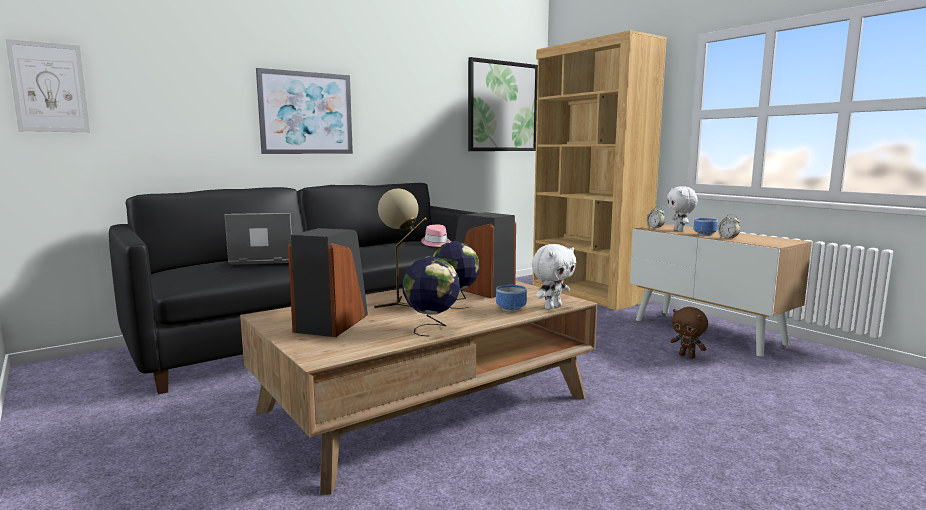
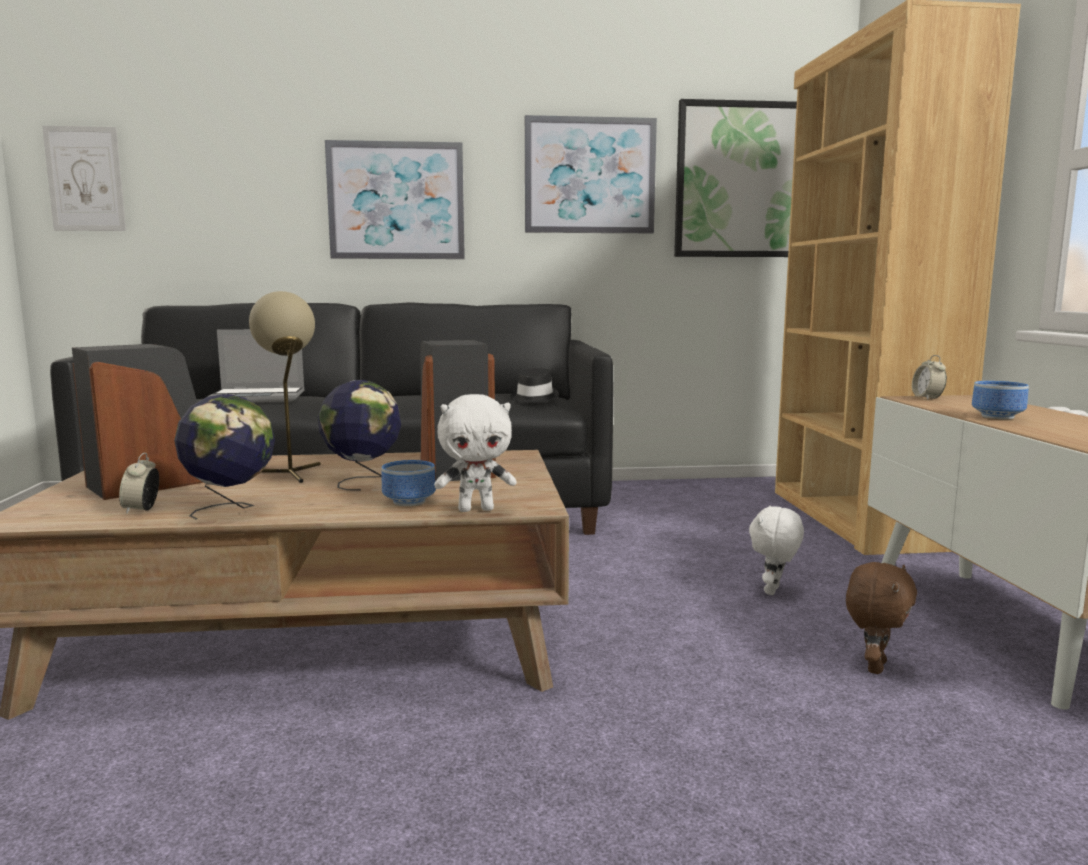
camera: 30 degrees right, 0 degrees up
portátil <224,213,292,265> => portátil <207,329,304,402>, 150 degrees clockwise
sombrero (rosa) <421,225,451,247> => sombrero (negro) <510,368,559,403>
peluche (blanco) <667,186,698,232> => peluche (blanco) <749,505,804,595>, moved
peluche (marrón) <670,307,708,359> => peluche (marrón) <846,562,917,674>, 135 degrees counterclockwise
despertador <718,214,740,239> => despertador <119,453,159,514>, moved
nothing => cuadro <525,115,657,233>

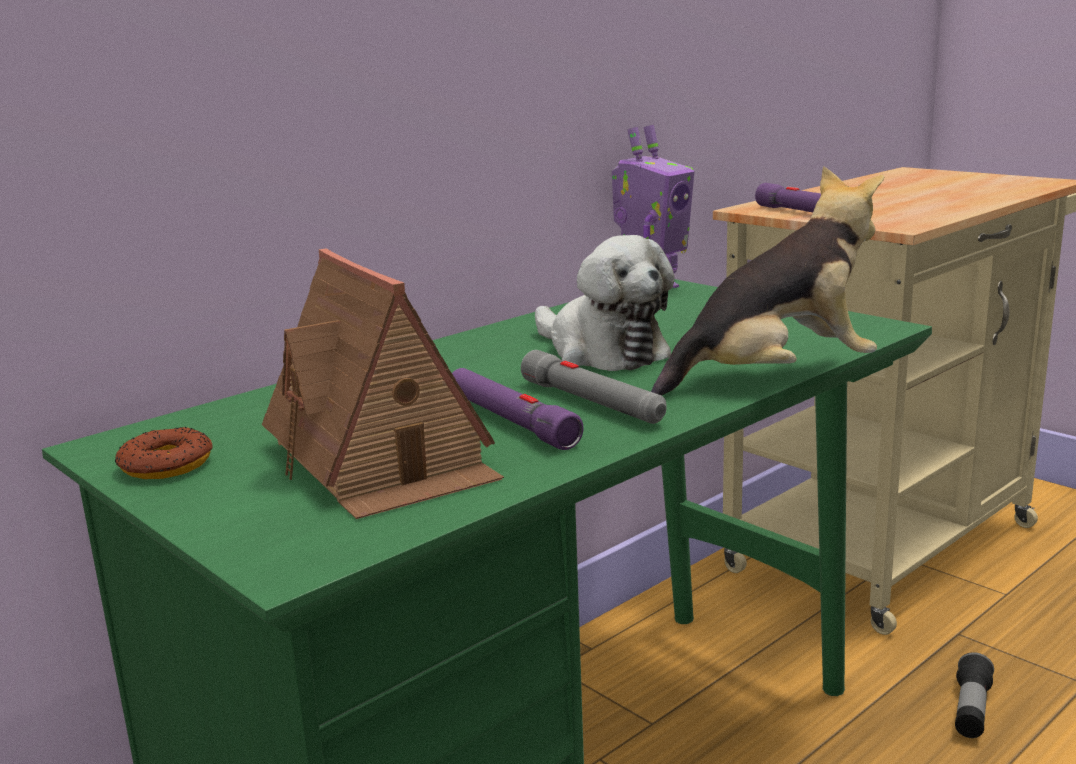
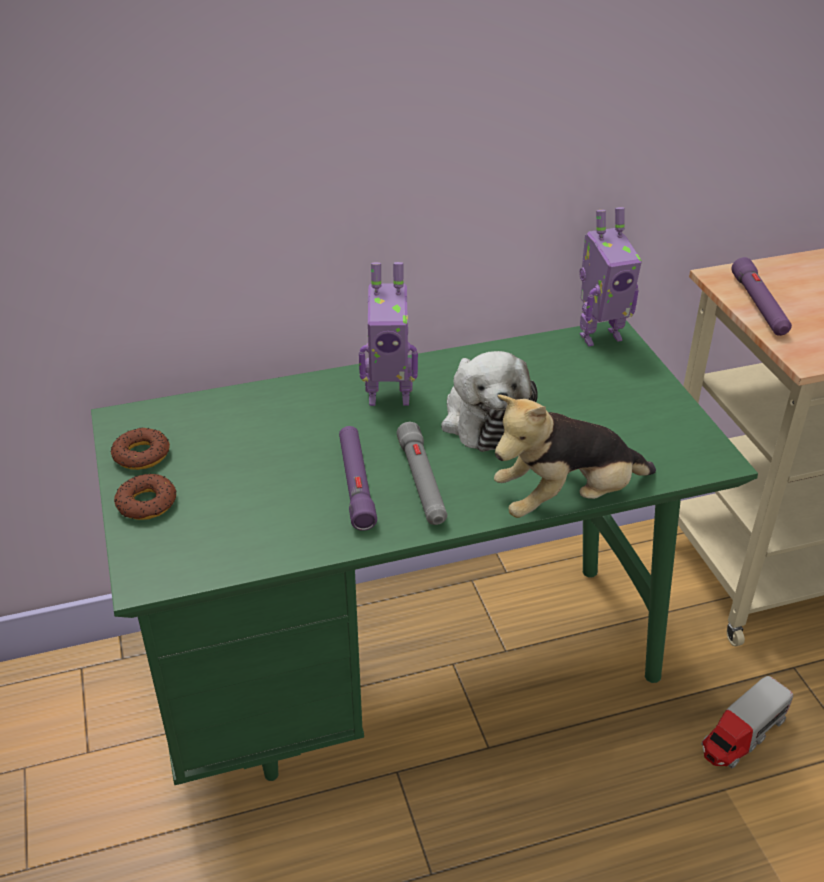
camera: 25 degrees right, 20 degrees up
casita <262,248,504,519> => nothing
peluche <651,166,884,396> => peluche <494,395,656,518>, 150 degrees clockwise
linterna <955,652,994,738> => camión de juguete <701,676,793,769>
nothing => rosquilla <114,473,176,520>
nothing => robot de juguete <359,262,418,406>

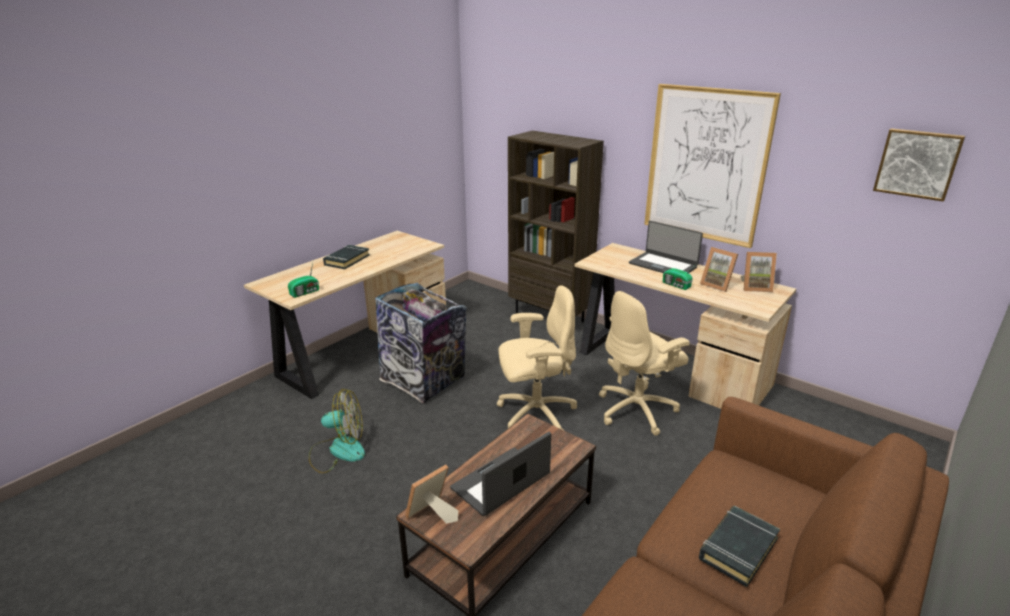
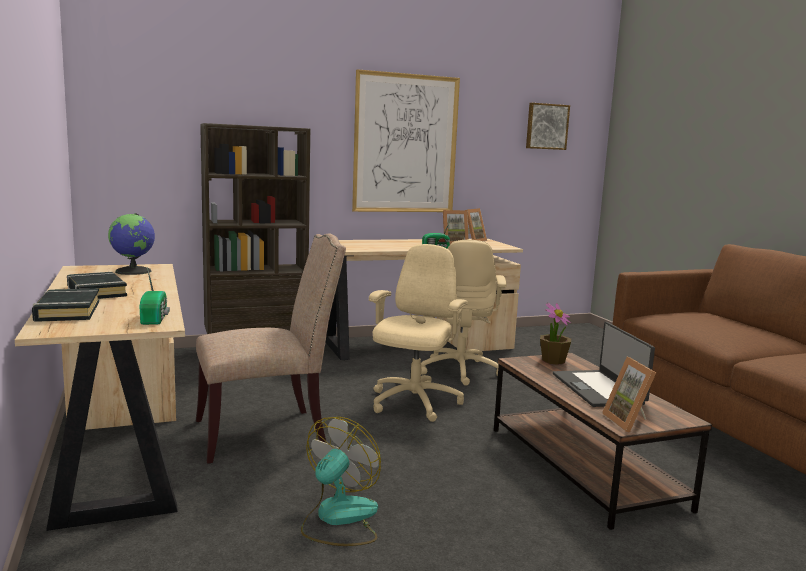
camera: 60 degrees left, 15 degrees down
papelera <375,283,468,403> => silla (beis) <196,234,346,463>
portátil <629,221,703,273> => nothing
libro (negro) <699,506,780,587> => libro (negro) <32,288,100,322>, moved
nothing => globo terráqueo <108,213,155,275>
nothing => planta en maceta <540,303,571,365>

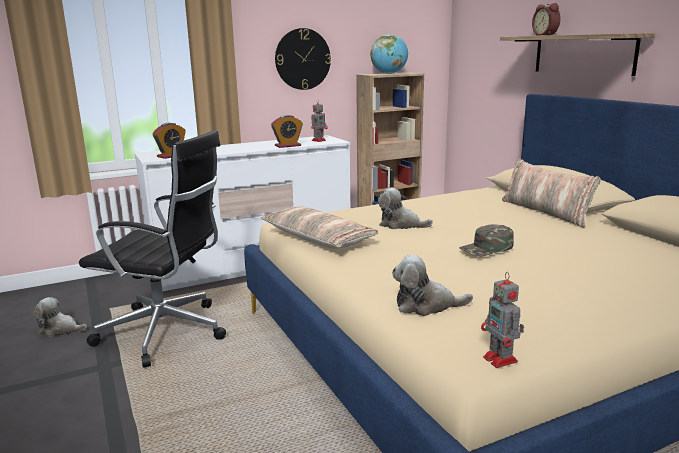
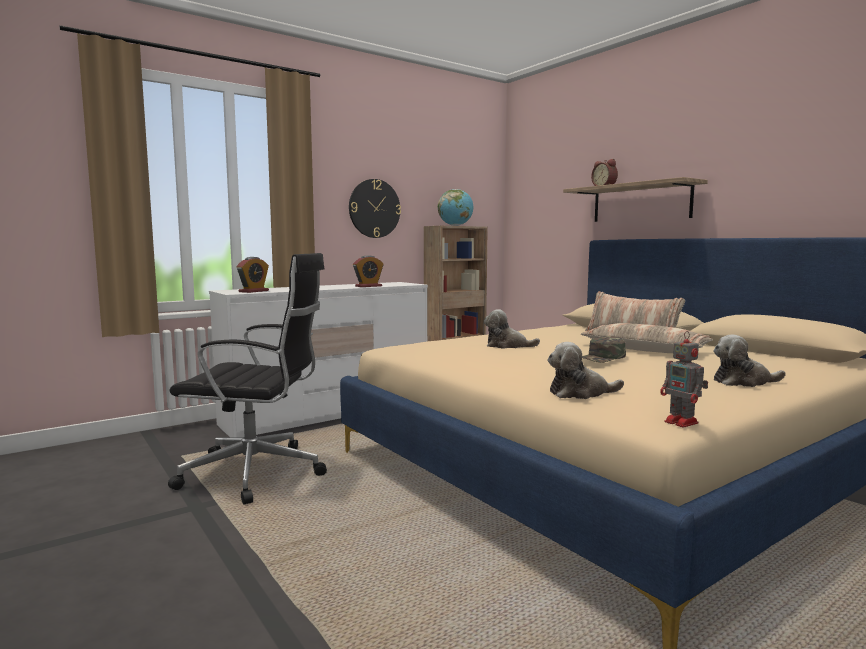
camera: 10 degrees left, 10 degrees down
peluche <33,297,87,337> => peluche <713,335,785,387>, moved
cojín <261,207,378,249> => cojín <581,323,713,353>, moved
robot de juguete <311,99,328,142> => nothing

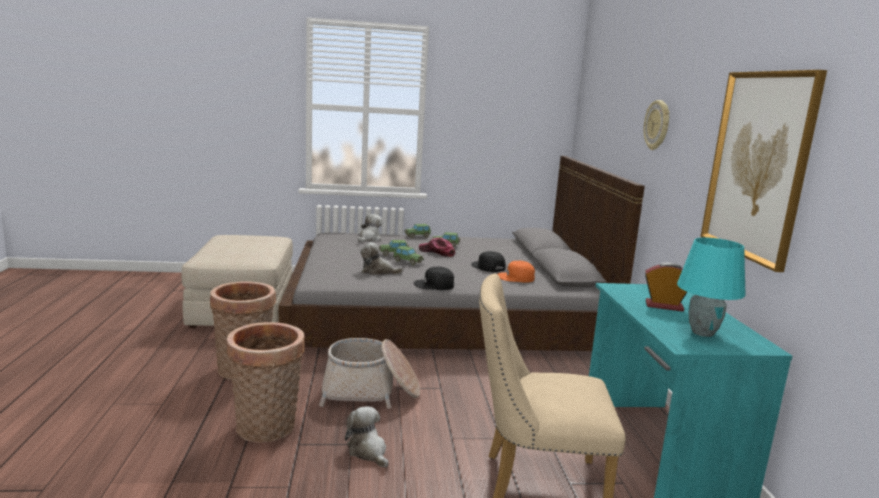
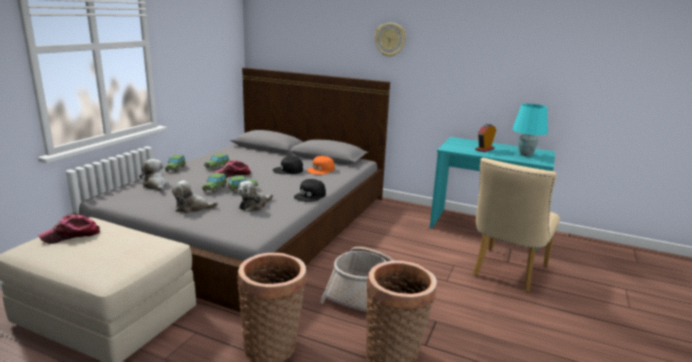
camera: 60 degrees left, 5 degrees up
peluche <345,406,388,468> => peluche <172,180,218,213>, moved
cuadro <700,70,827,272> => nothing
nothing => gorra <39,215,100,244>

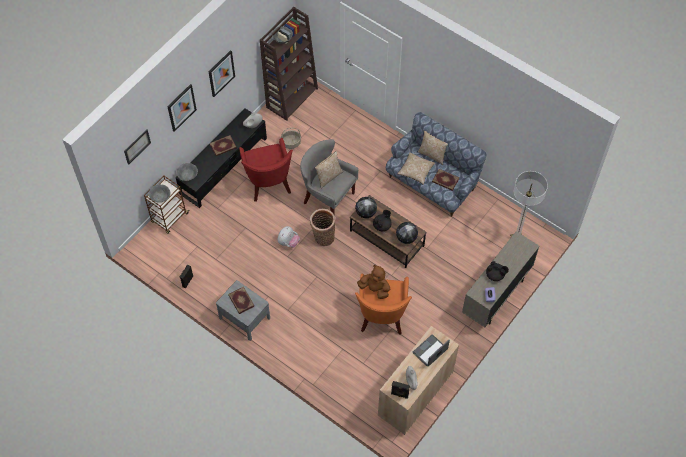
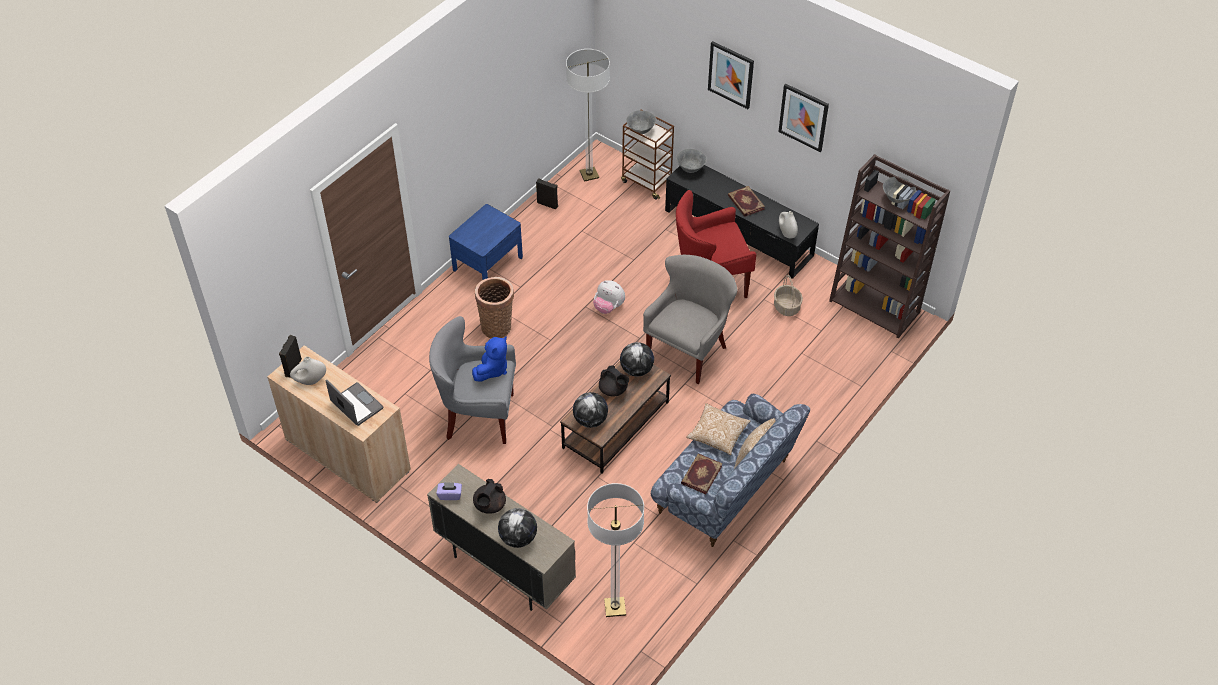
camera: 90 degrees right, 10 degrees down
cuadro <124,129,151,165> => nothing
mesita de noche (gris) <216,280,270,341> => mesita de noche (azul) <449,204,523,280>
libro <228,287,255,314> => nothing
cesta <310,209,336,246> => cesta <475,277,514,338>, moved
cojín <314,151,343,189> => nothing
sillón (naranja) <355,274,412,335> => sillón (gris) <429,316,516,444>
peluche (marrón) <357,265,390,299> => peluche (azul) <472,336,507,382>
nothing => globo terráqueo <498,508,537,548>
nothing => lámpara de pie <566,49,610,182>

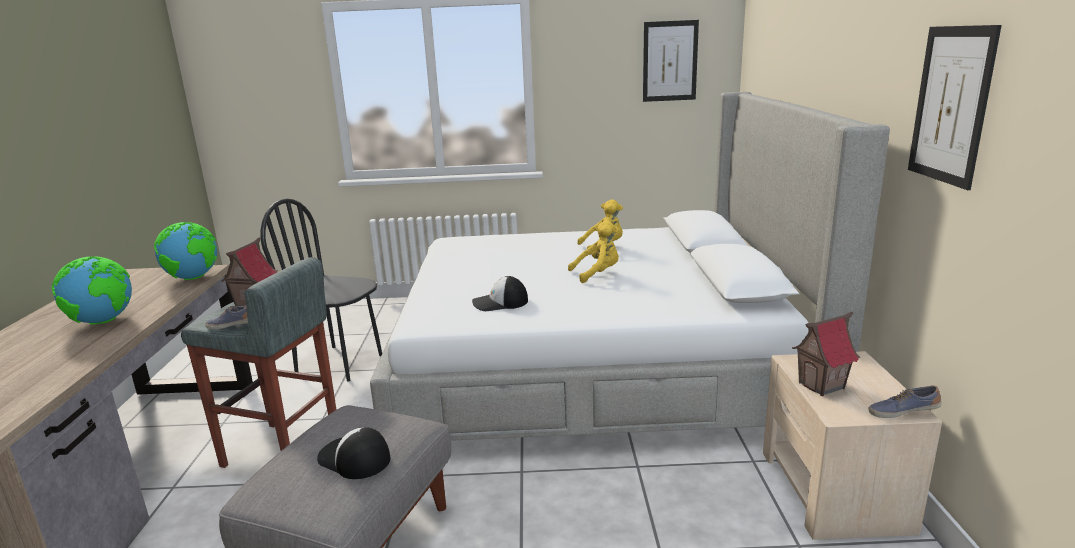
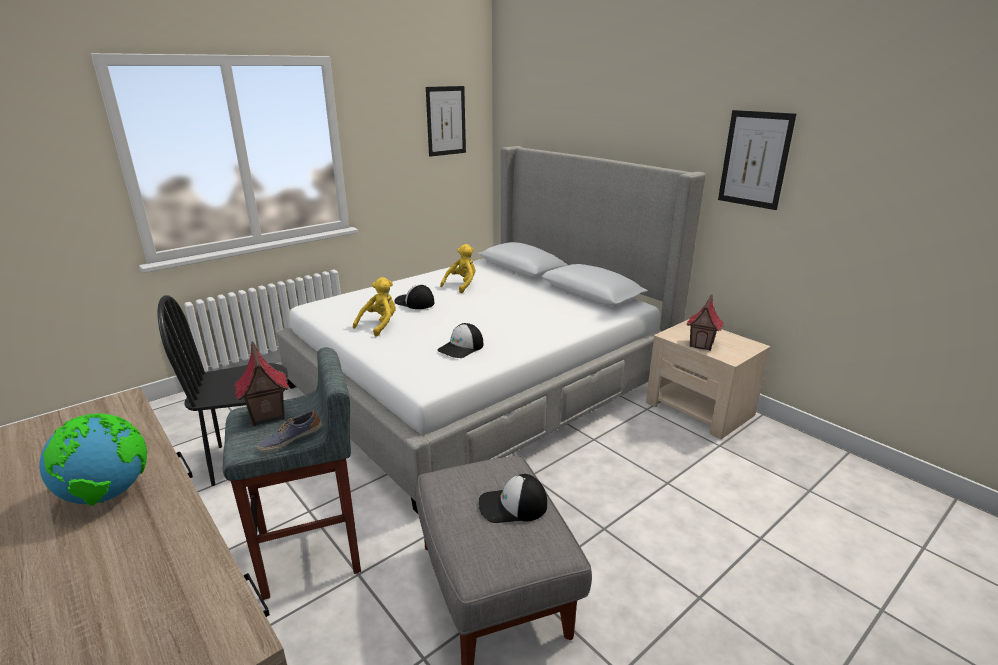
camera: 40 degrees left, 5 degrees up
globo terráqueo <154,222,217,280> => nothing
peluche (amarillo) <568,221,619,283> => peluche (amarillo) <353,277,396,337>, moved
zapato <868,386,942,418> => nothing
nothing => gorra <394,285,435,309>

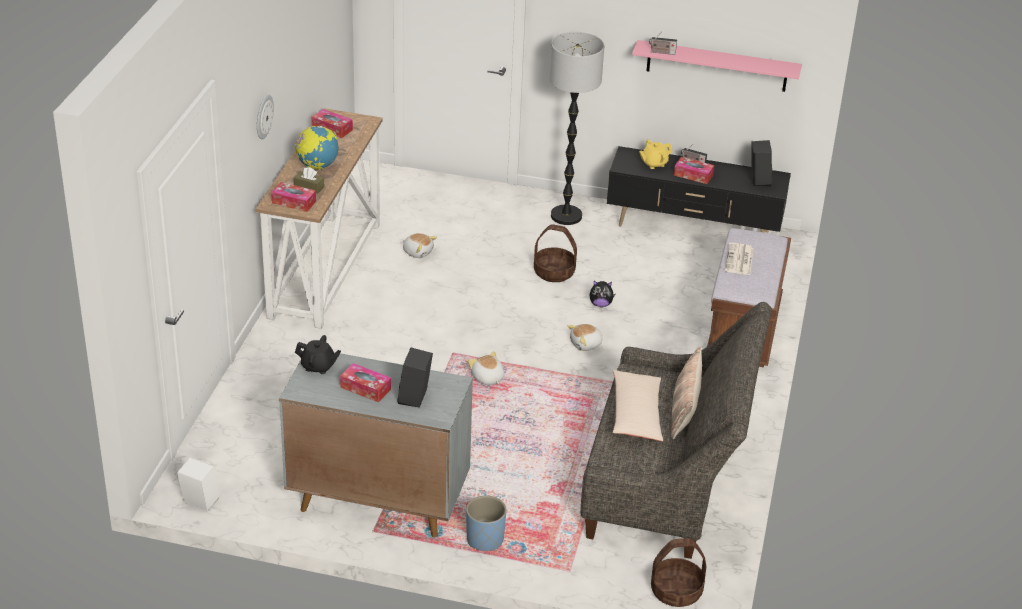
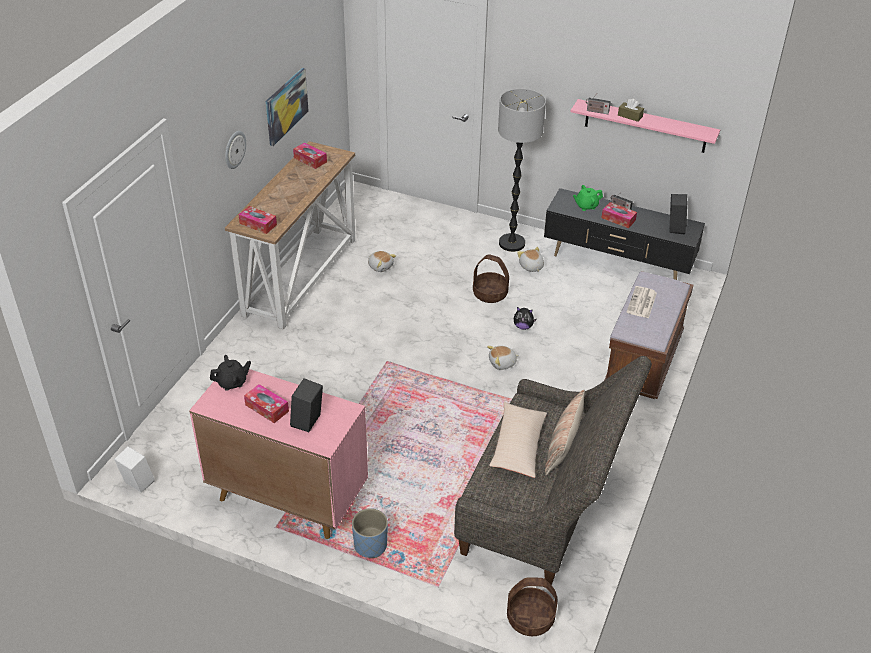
camera: 10 degrees right, 5 degrees up
armario (gris) <279,352,473,538> => armario (rosa) <189,369,368,539>
caja de pañuelos (marrón) <294,167,324,194> => caja de pañuelos (marrón) <618,99,644,122>, moved
globo terráqueo <295,126,339,170> => nothing
tetera (negro) <295,335,341,374> => tetera (negro) <210,355,251,391>, 45 degrees counterclockwise
peluche <468,351,504,385> => peluche <517,247,544,272>, moved
tetera (amarillo) <639,139,672,169> => tetera (verde) <573,185,603,211>
nothing => cuadro <266,68,309,146>

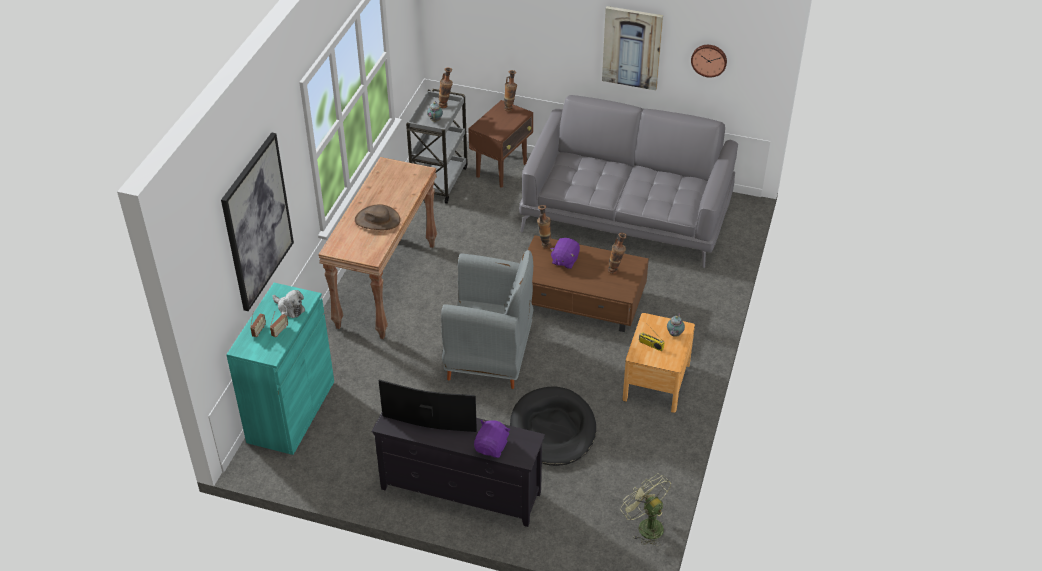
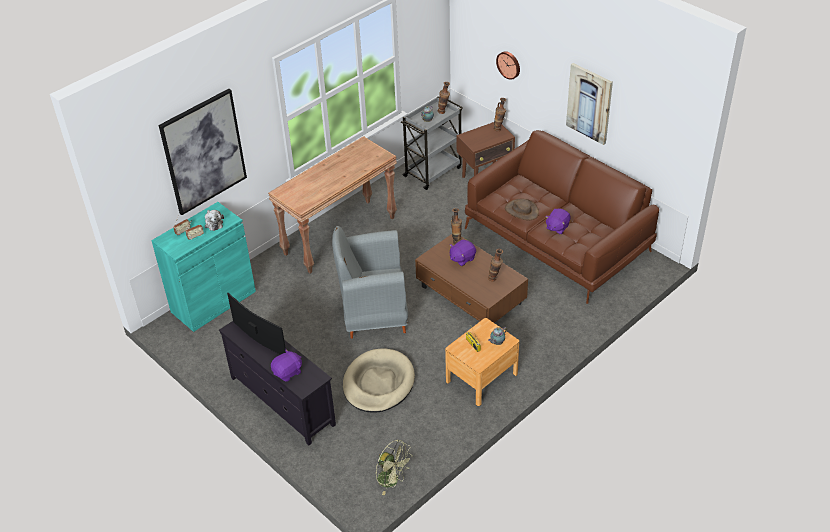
camera: 30 degrees right, 0 degrees up
sombrero (marrón) <355,204,400,230> => sombrero (marrón) <505,199,539,220>, moved
sillón (gris) <441,250,533,389> => sillón (gris) <332,226,408,339>, 135 degrees clockwise
cama para perro (negro) <510,386,596,466> => cama para perro (beis) <343,348,415,413>
sofá (gris) <519,95,738,268> => sofá (marrón) <465,130,659,304>
ventilador (verde) <620,474,671,546> => ventilador (verde) <376,439,413,495>, 135 degrees clockwise
reloj de pared <691,45,727,78> => reloj de pared <496,51,520,80>, moved
nothing => peluche (morado) <545,209,570,234>

